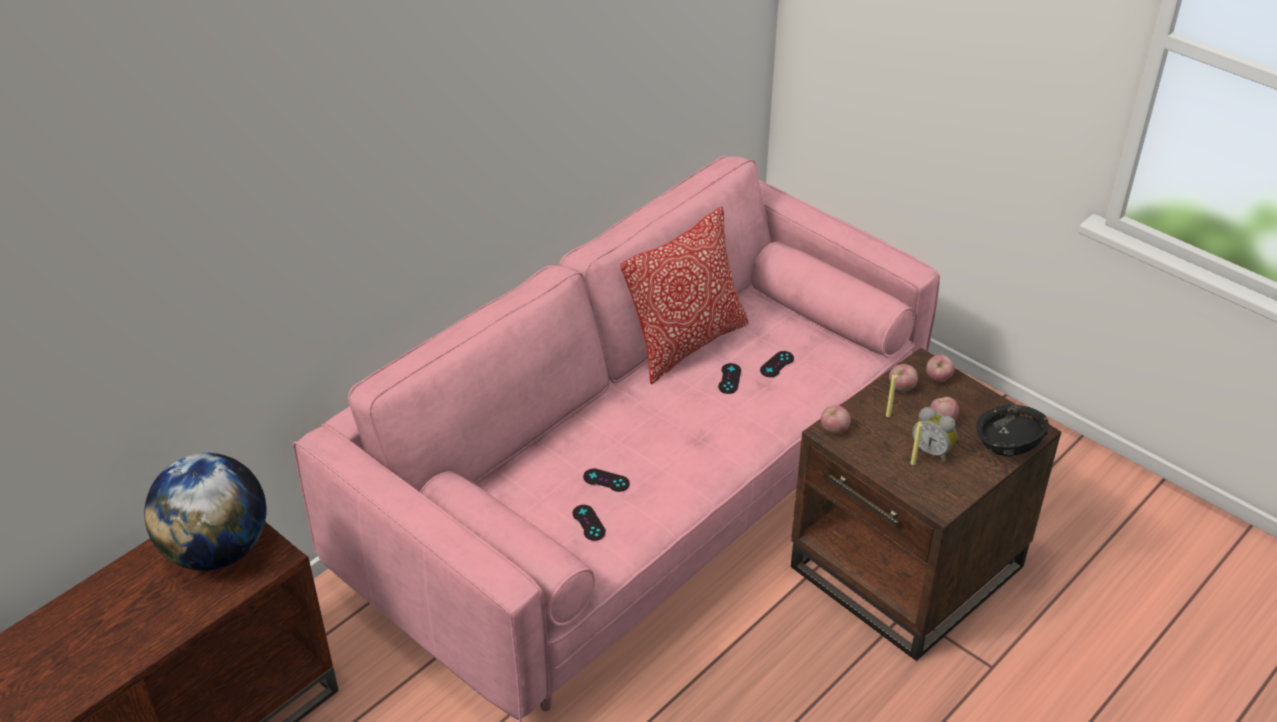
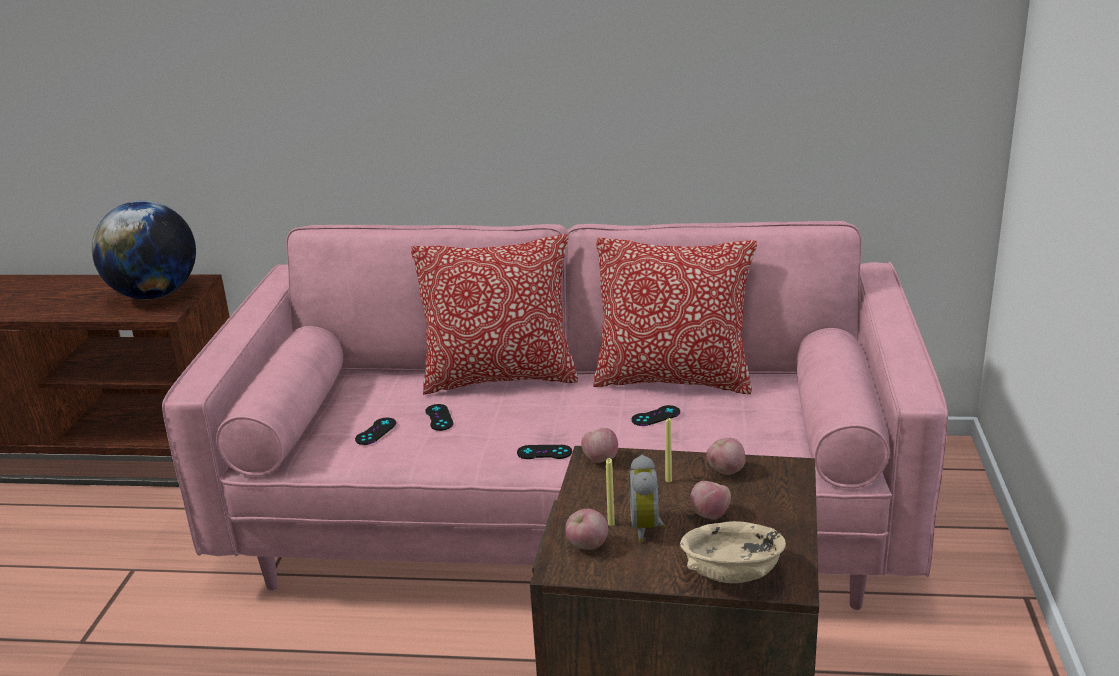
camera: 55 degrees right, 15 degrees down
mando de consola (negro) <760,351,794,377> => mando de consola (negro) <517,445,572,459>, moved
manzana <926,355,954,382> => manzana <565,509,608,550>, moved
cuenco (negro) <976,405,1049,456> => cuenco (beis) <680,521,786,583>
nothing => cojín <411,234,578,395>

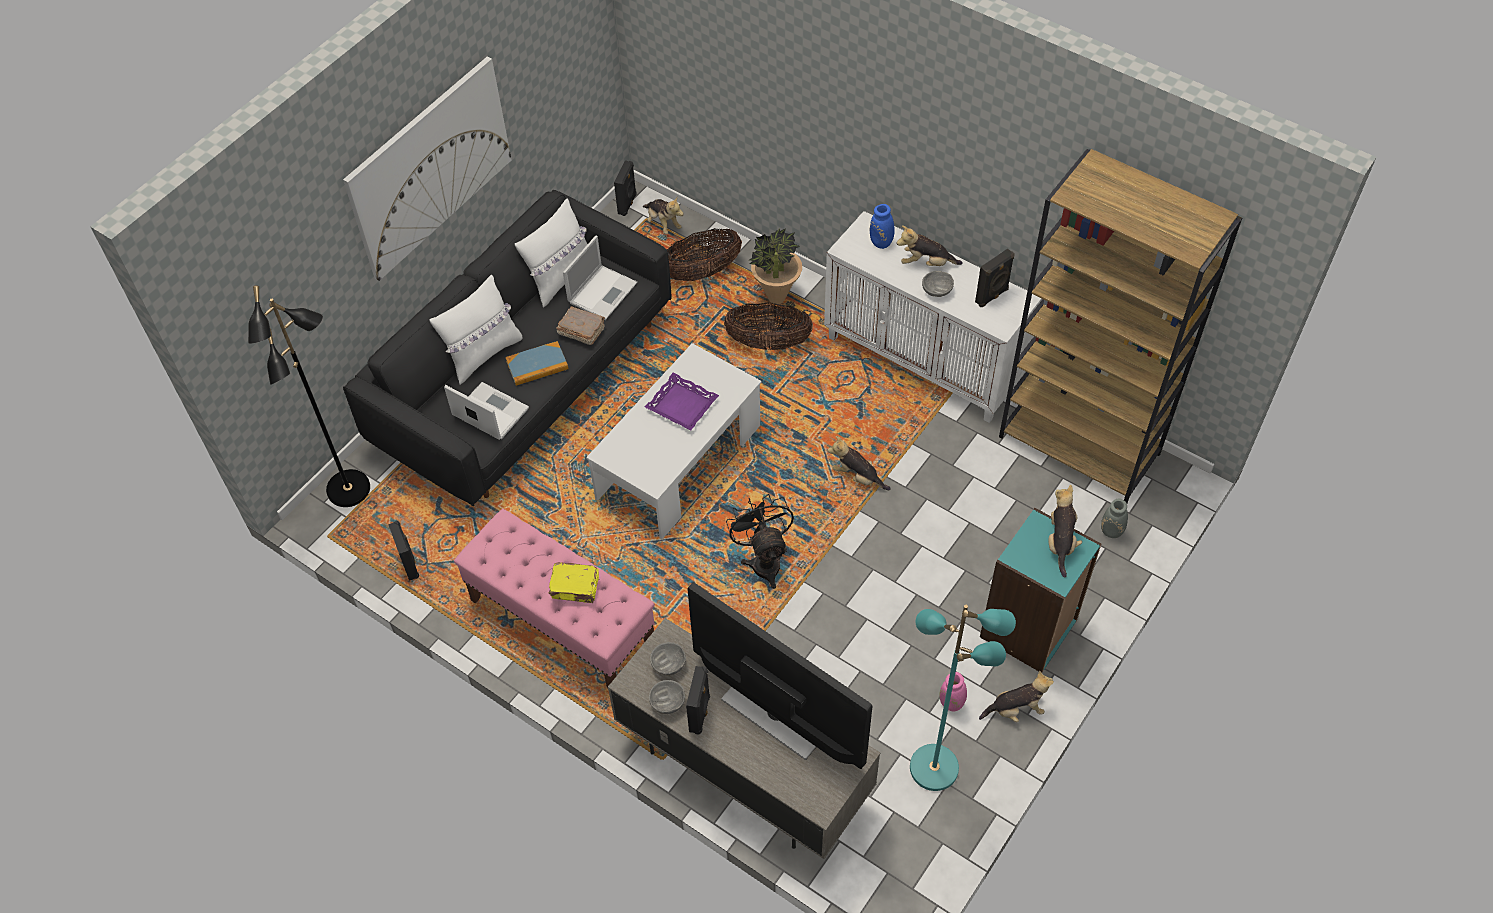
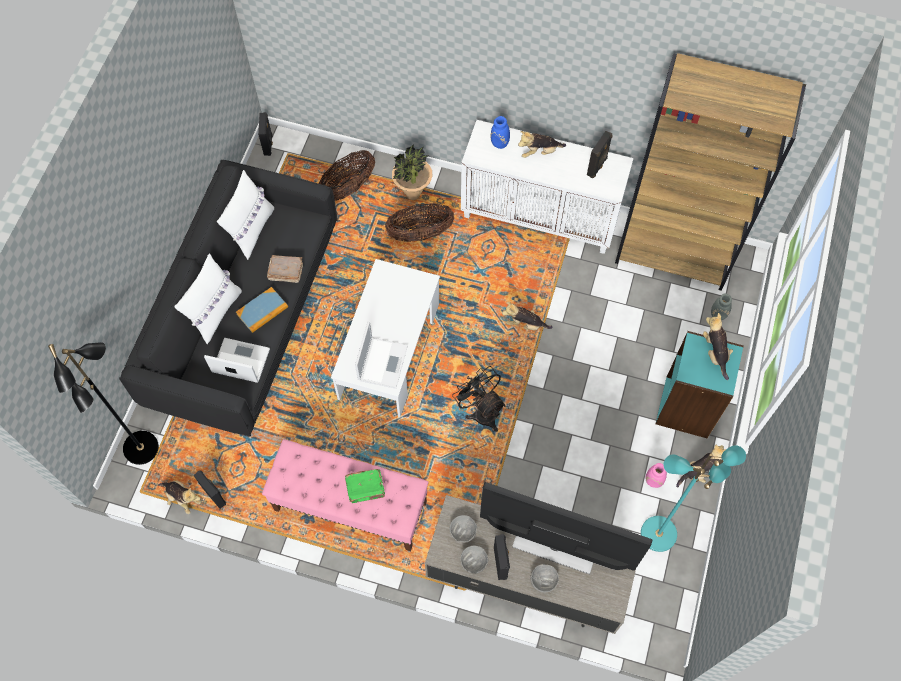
camera: 20 degrees left, 10 degrees up
cuadro <343,56,512,281> => nothing
libro (amarillo) <548,562,600,603> => libro (verde) <345,469,385,503>
portátil <563,236,637,320> => portátil <355,321,408,389>, moved
peluche <643,198,684,234> => peluche <158,481,201,514>, moved
bandeja (morado) <645,373,719,431> => nothing
cuenco (gris) <922,271,954,297> => cuenco (gris) <530,564,559,592>, moved

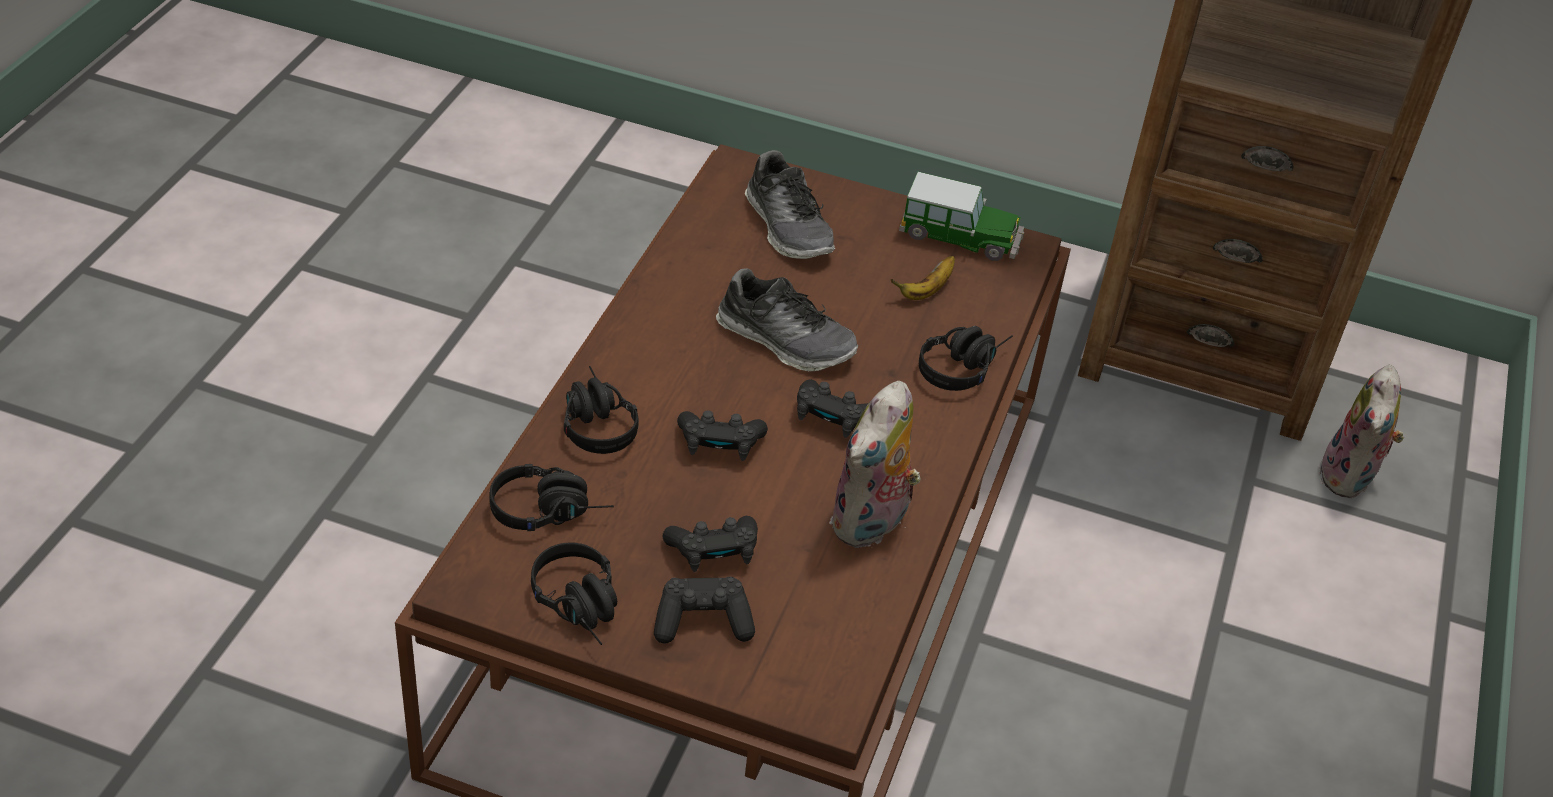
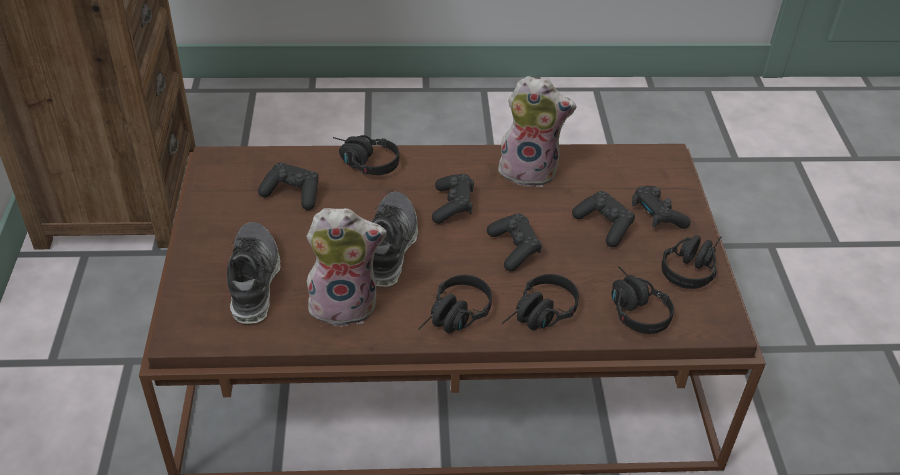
camera: 110 degrees left, 0 degrees up
zapato <745,150,835,259> => zapato <227,222,281,324>, 45 degrees counterclockwise
plátano <890,256,955,300> => mando de consola (negro) <258,163,319,210>
coche de juguete <899,172,1024,261> => nothing
peluche <1319,365,1404,498> => peluche <306,208,387,327>, moved
nothing => auriculares (negro) <418,275,492,333>

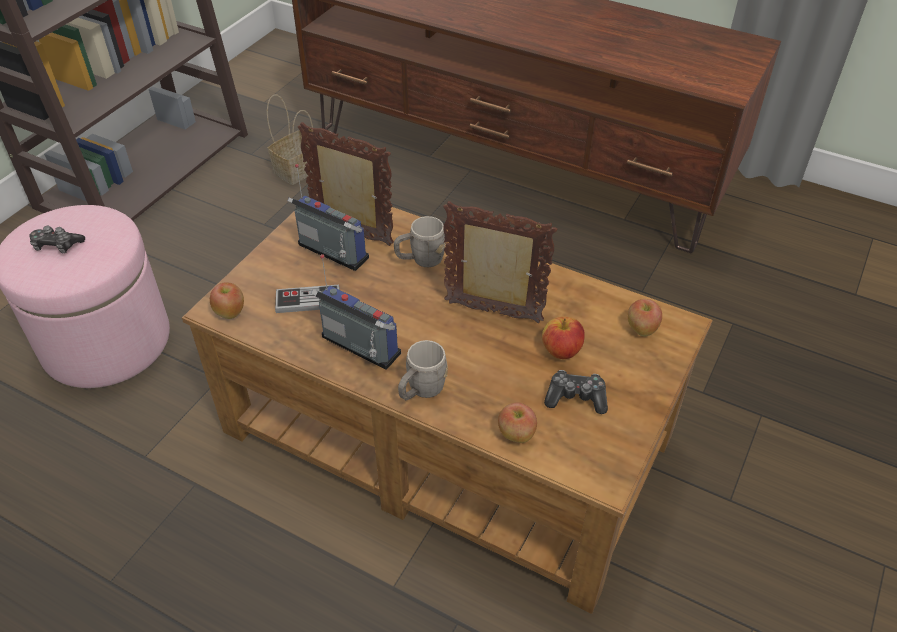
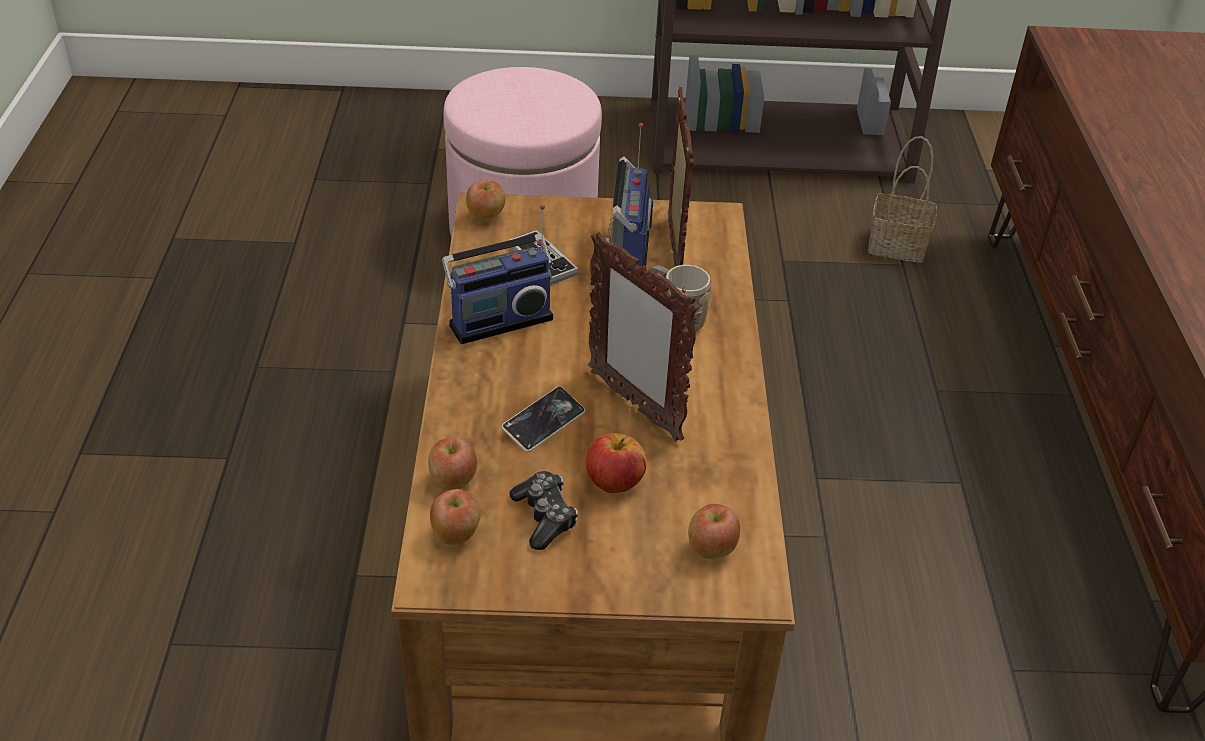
camera: 60 degrees right, 5 degrees down
mando de consola <29,226,85,253> => nothing
radio <311,254,401,370> => radio <442,204,553,344>, 60 degrees clockwise
taza grande (gris) <398,340,448,400> => nothing
portarretratos <443,201,557,323> => portarretratos <588,232,699,441>, 150 degrees clockwise
nothing => manzana <430,489,481,545>
nothing => móvil <502,387,585,452>

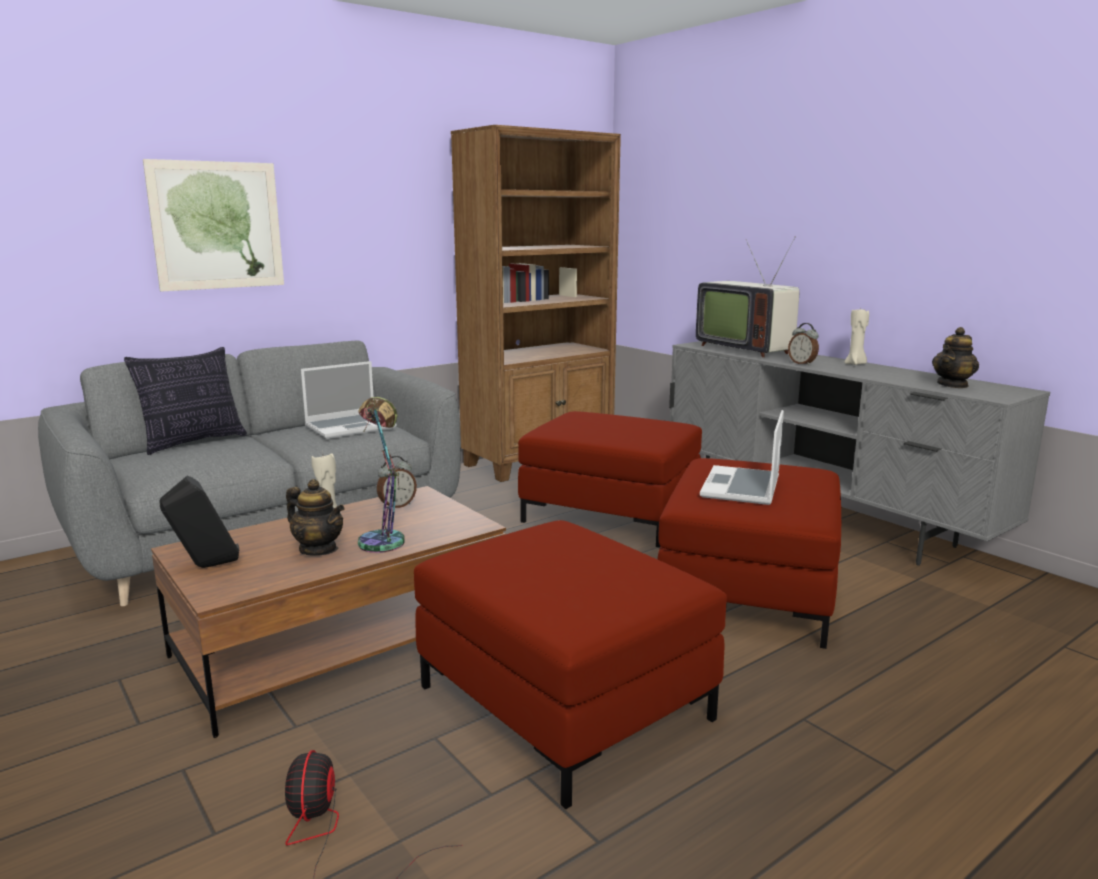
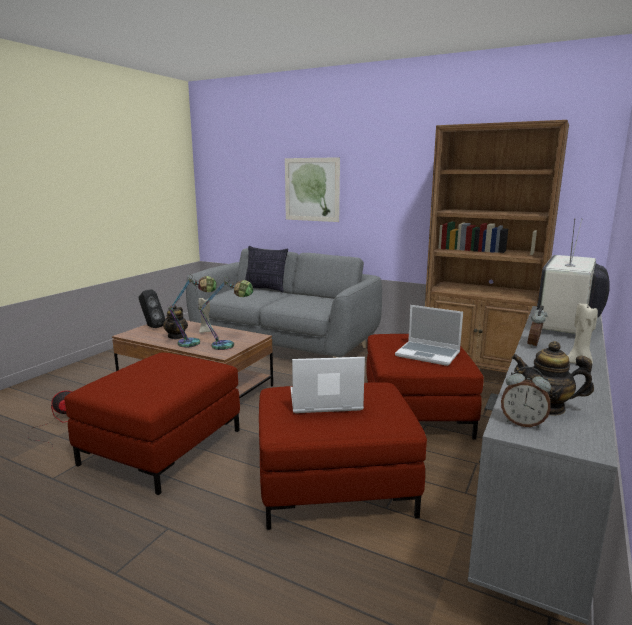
camera: 65 degrees right, 0 degrees up
portátil <301,361,396,439> => portátil <395,305,463,366>, moved
despertador <377,456,417,509> => despertador <501,367,551,428>, moved
nothing => lámpara de mesa <196,278,254,350>

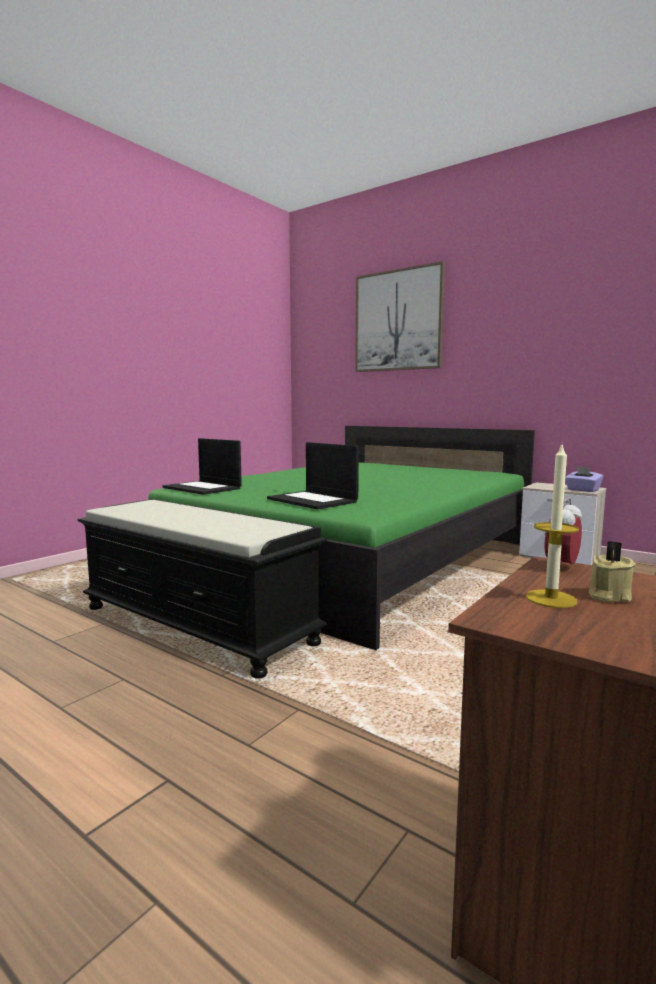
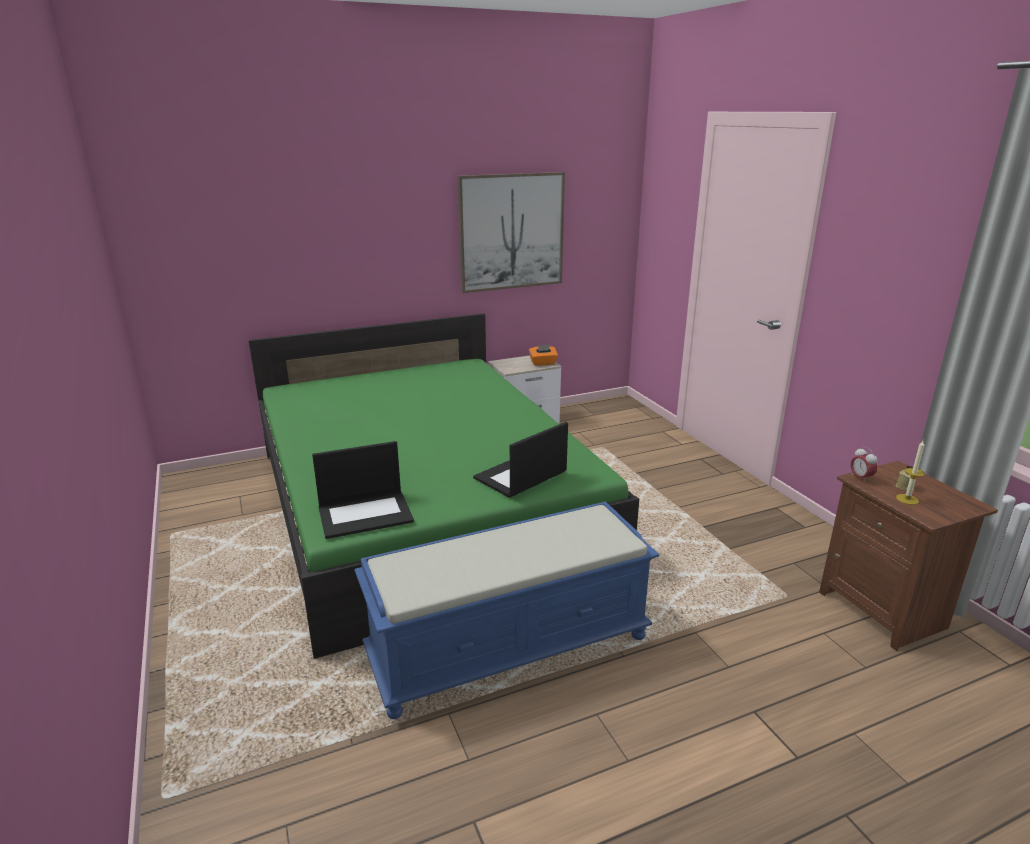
camera: 60 degrees left, 15 degrees up
banco (negro) <78,499,327,679> => banco (azul) <354,501,659,719>
portátil <267,442,359,509> => portátil <473,422,568,498>, 150 degrees clockwise
cuadro <355,261,445,372> => cuadro <457,172,565,293>, moved
caja de pañuelos (morado) <565,467,603,492> => caja de pañuelos (naranja) <529,345,558,366>

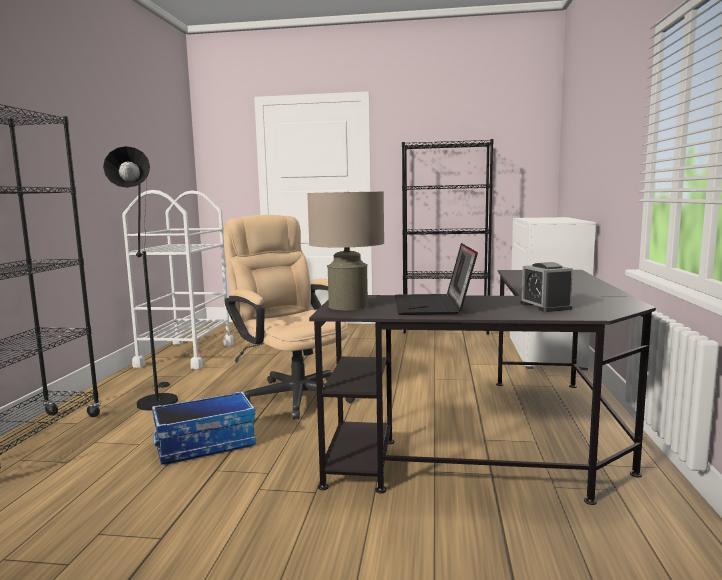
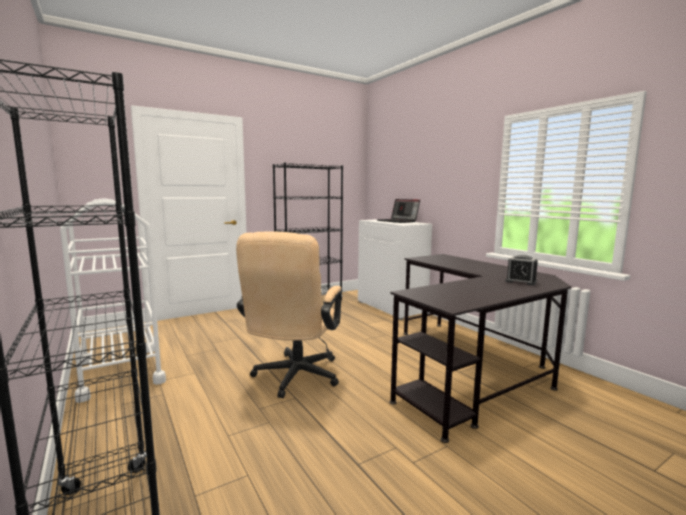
camera: 40 degrees left, 0 degrees up
lámpara de pie (negro) <103,146,178,411> => nothing
caja de almacenaje <152,391,256,465> => nothing
silla de oficina (beis) <223,215,355,419> => silla de oficina (beis) <236,231,342,398>, 90 degrees counterclockwise
lámpara de mesa (beis) <307,192,384,310> => nothing
portátil <395,243,478,315> => portátil <377,199,420,223>, moved

